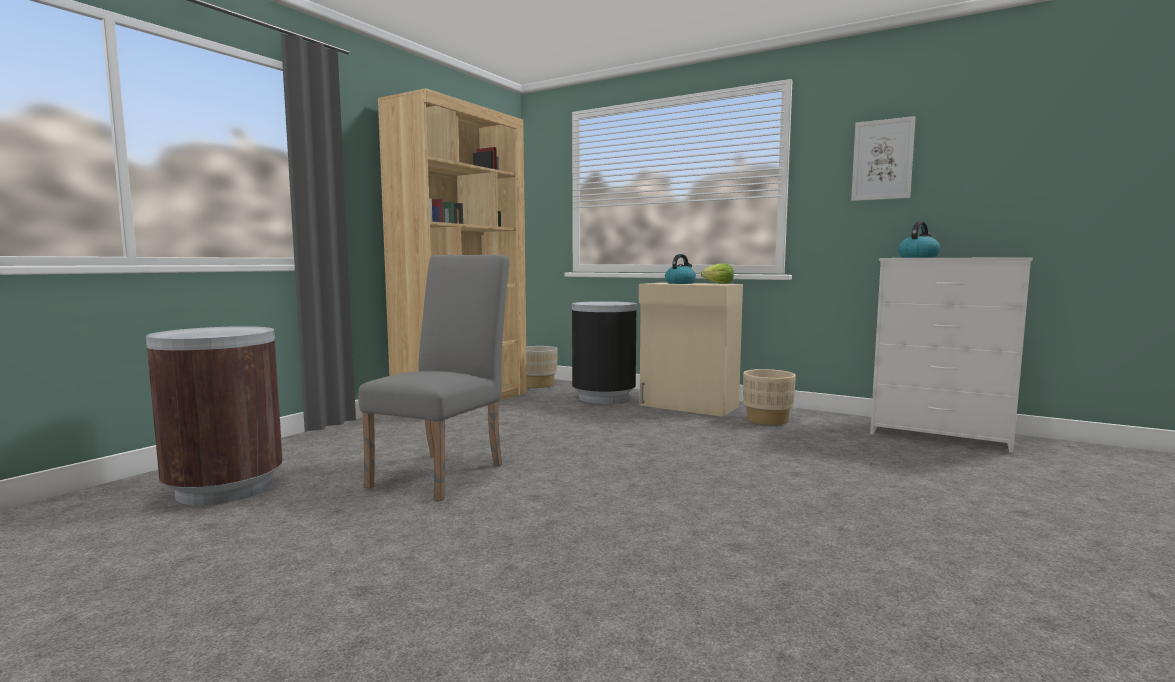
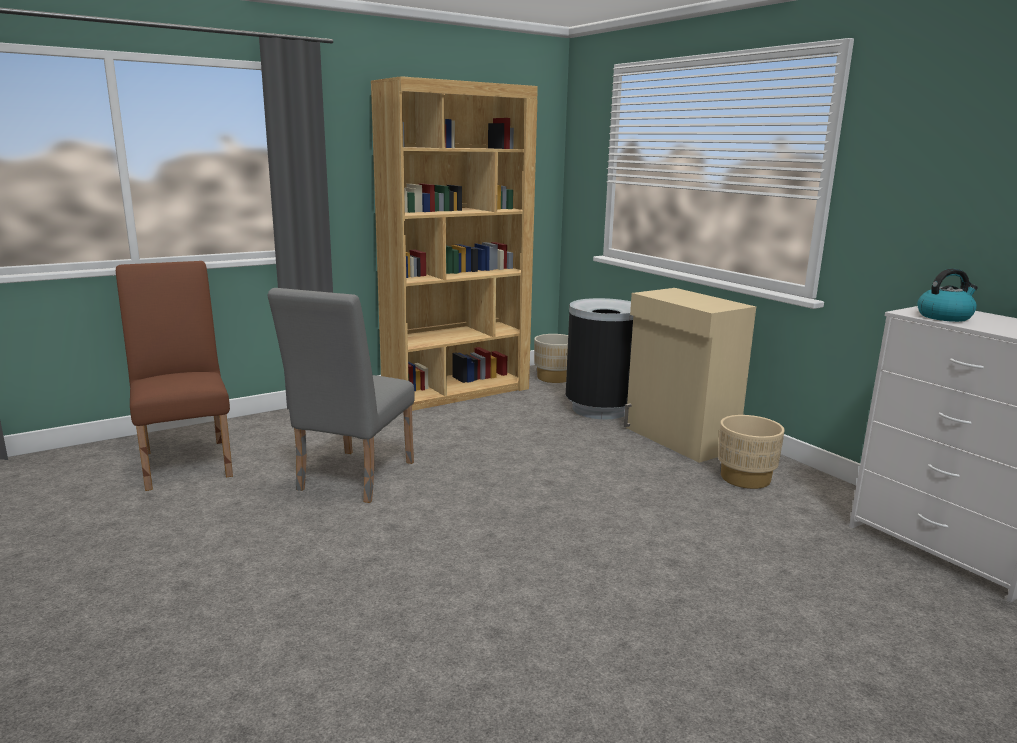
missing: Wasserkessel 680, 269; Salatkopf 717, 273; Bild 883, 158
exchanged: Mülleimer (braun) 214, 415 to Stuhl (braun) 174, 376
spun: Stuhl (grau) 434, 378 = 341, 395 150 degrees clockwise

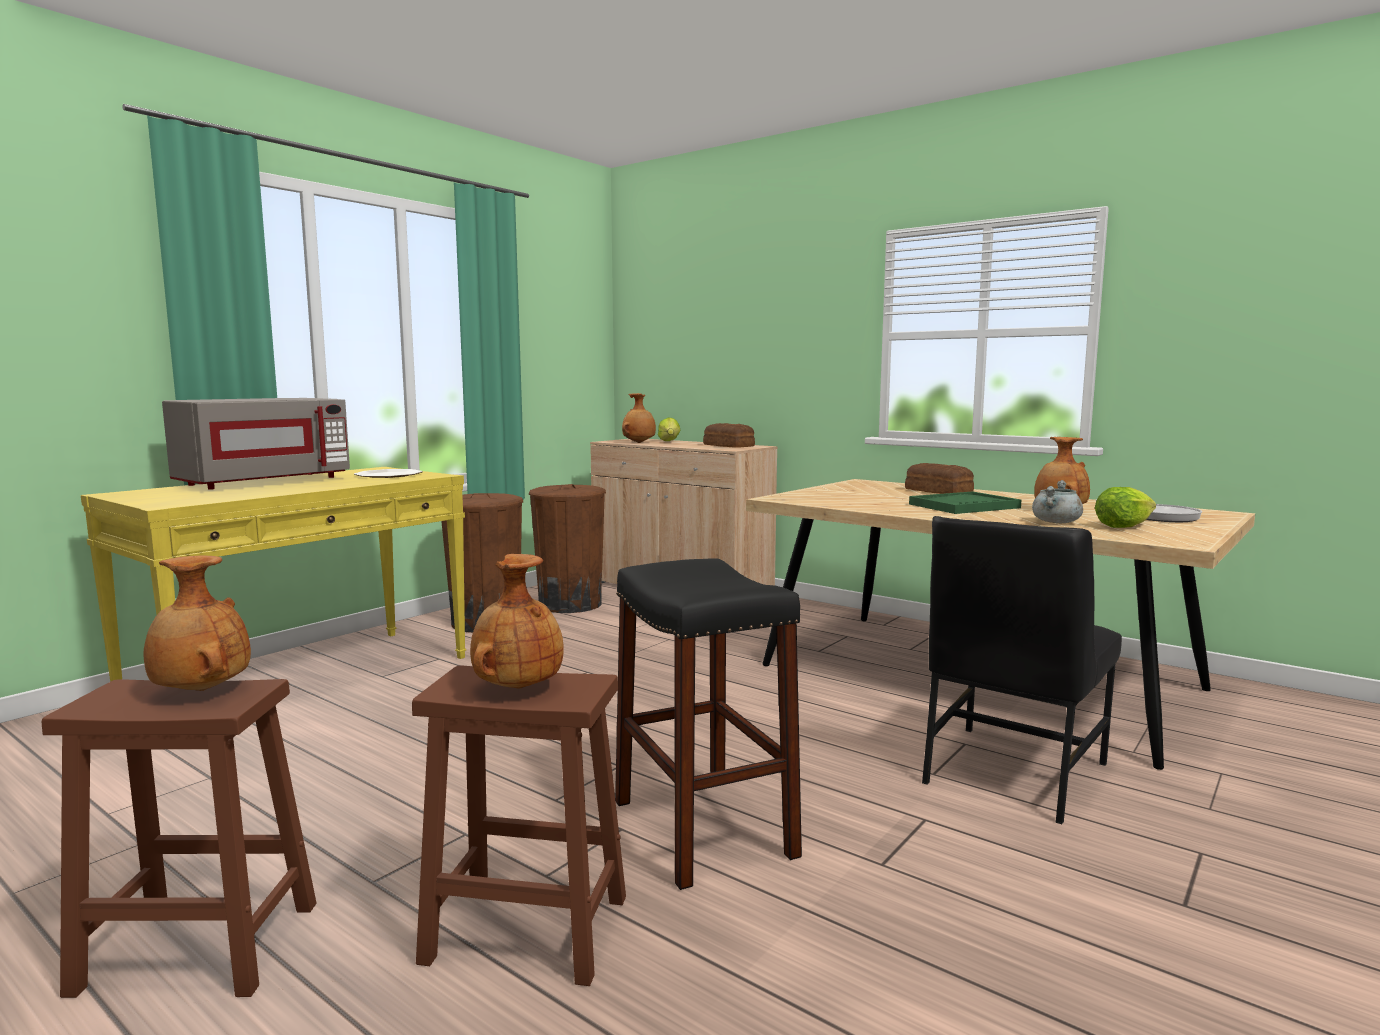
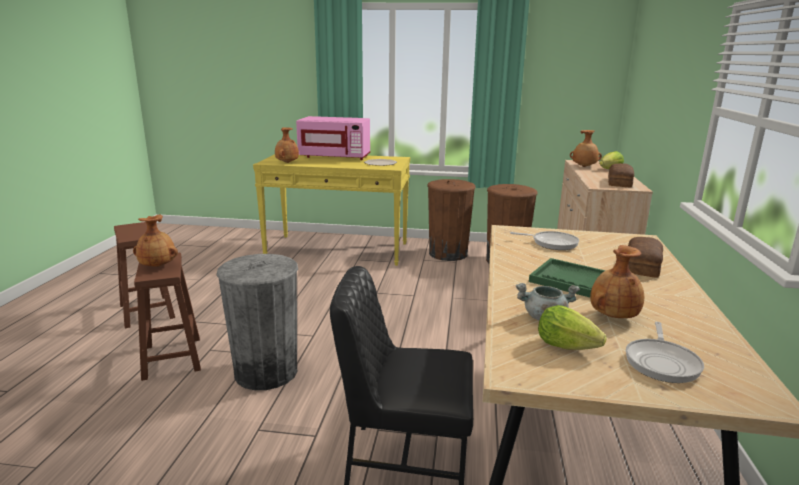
appeared: Pfanne 544, 240
relocated: Vase (braun) 197, 623 to 287, 145
exchanged: Hocker (schwarz) 708, 724 to Mülleimer (grau) 257, 322
colour: Mikrowelle (grau) 256, 444 to Mikrowelle (rosa) 333, 138

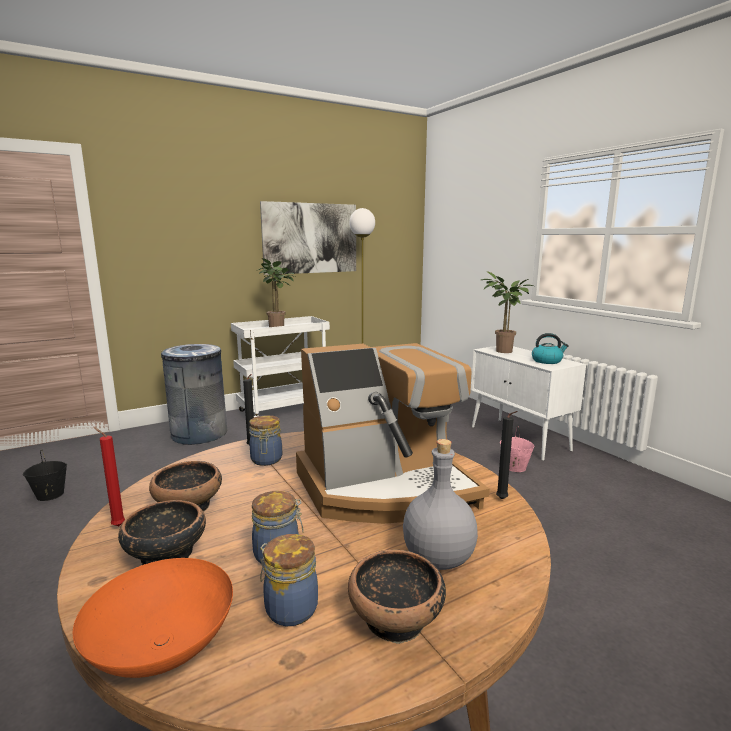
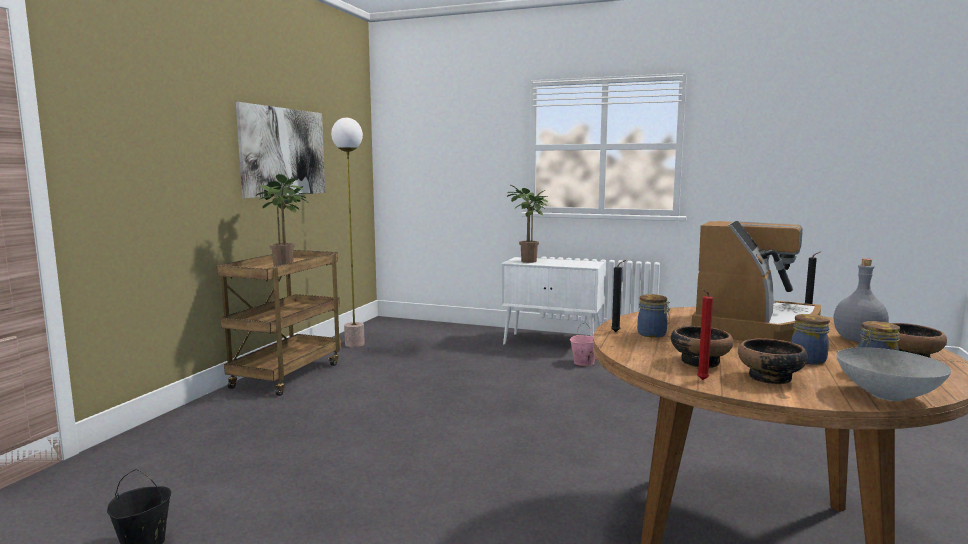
missing: Mülleimer (grau) 194, 394; Wasserkessel 550, 348
colour: Schüssel (orange) 153, 618 to Schüssel (grau) 893, 374; Rollwagen (weiß) 280, 366 to Rollwagen (braun) 279, 323

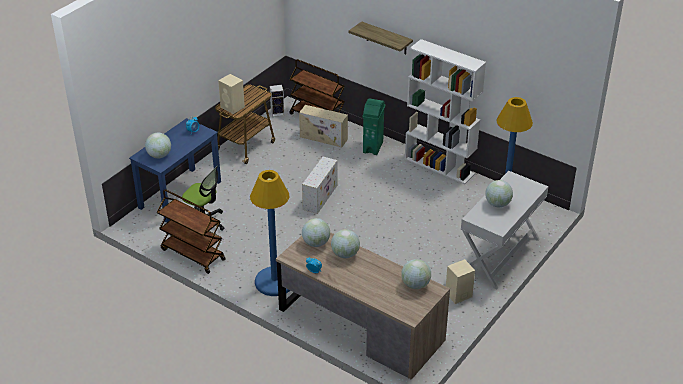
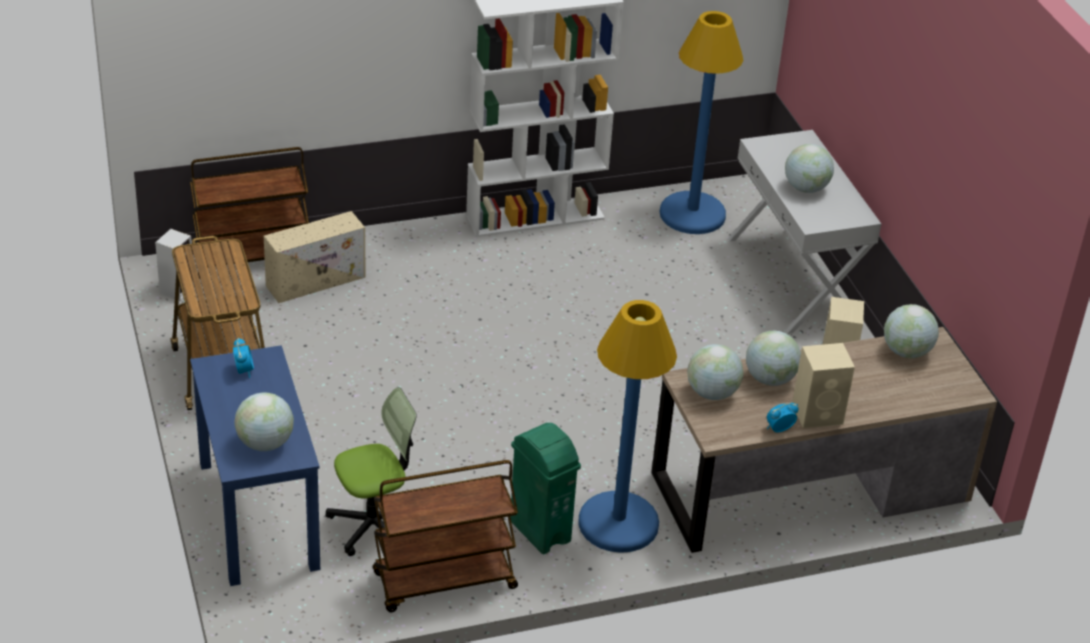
missing: Aufbewahrungsbox (weiß) 319, 185; Wandregal 381, 37
relocated: Lautsprecher (beige) 231, 94 to 823, 385; Mülleimer (grün) 373, 126 to 545, 488

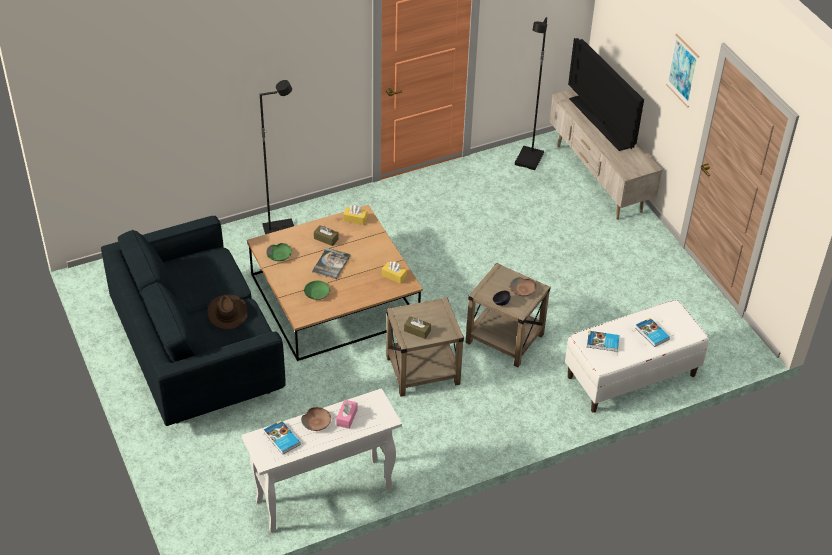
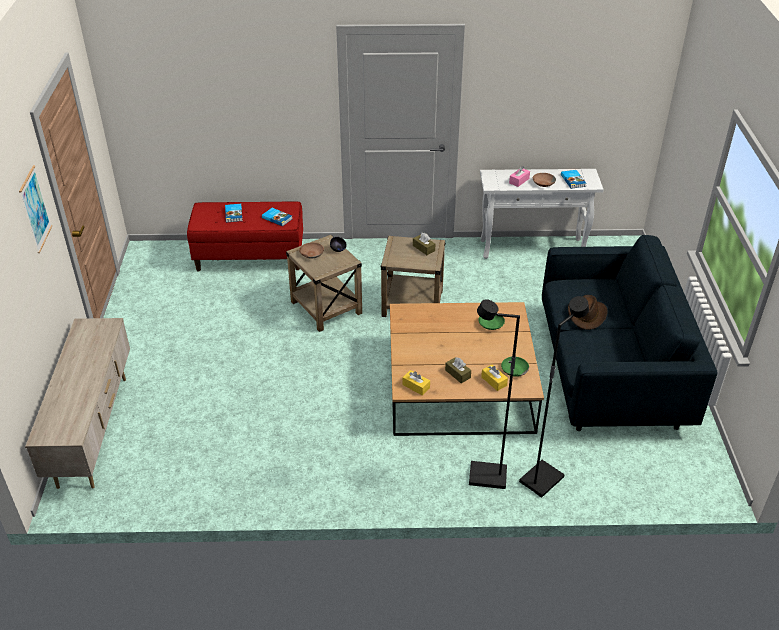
missing: Buch 331, 263; Fernseher 606, 94
relocated: Taschentuchbox (gelb) 394, 273 to 494, 377; Stehlampe (schwarz) 531, 93 to 554, 397
colour: Bank (weiß) 637, 356 to Bank (rot) 245, 236

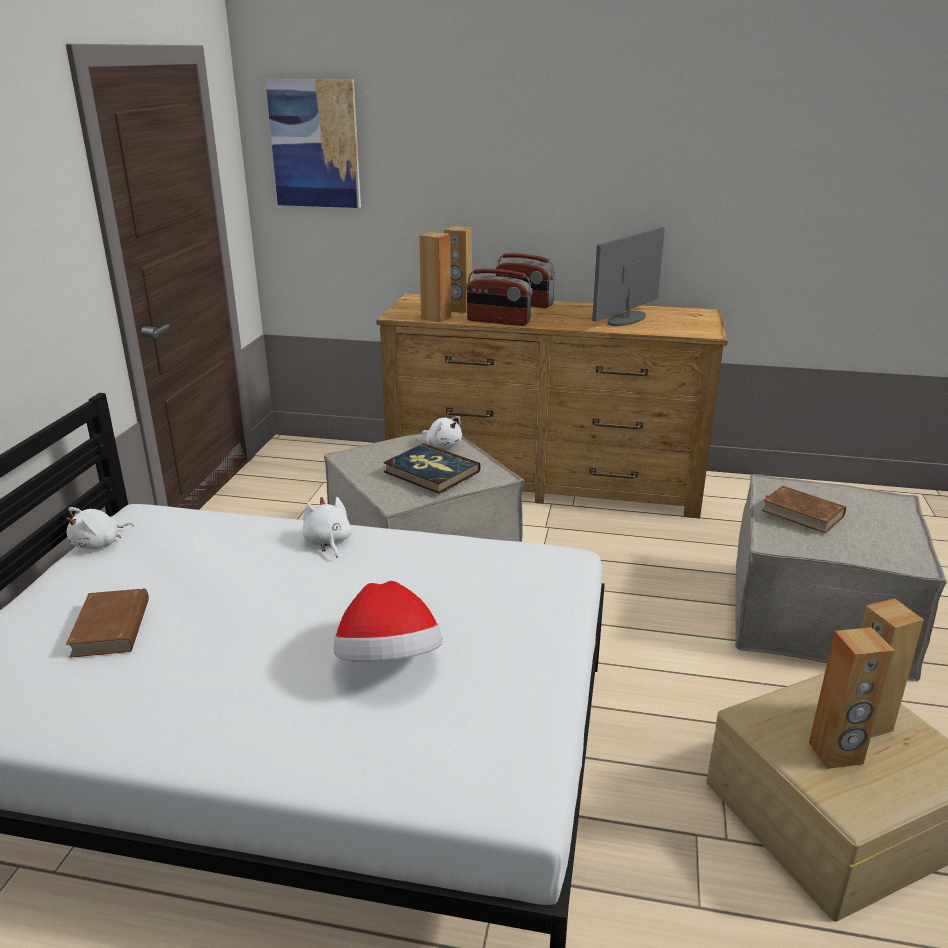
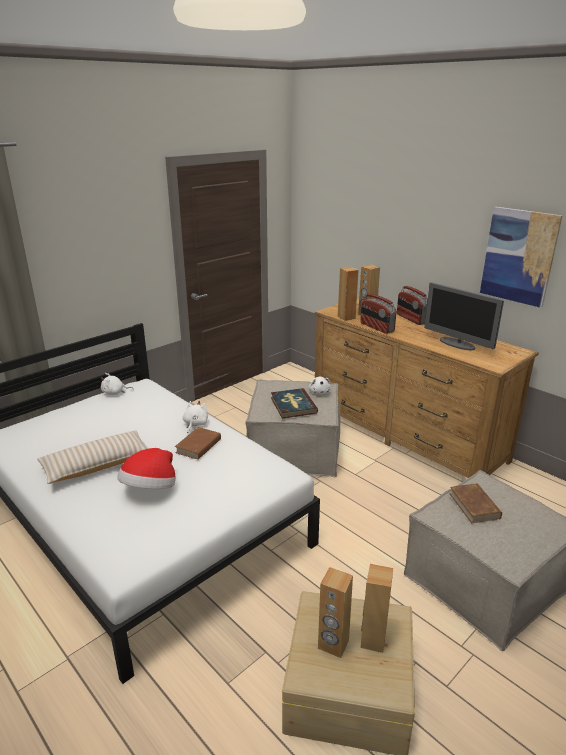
appeared: Kissen (beige) 93, 457
relocated: Buch (braun) 107, 623 to 198, 443; Bild 313, 143 to 521, 257
spun: Monitor 628, 276 = 464, 316 120 degrees counterclockwise

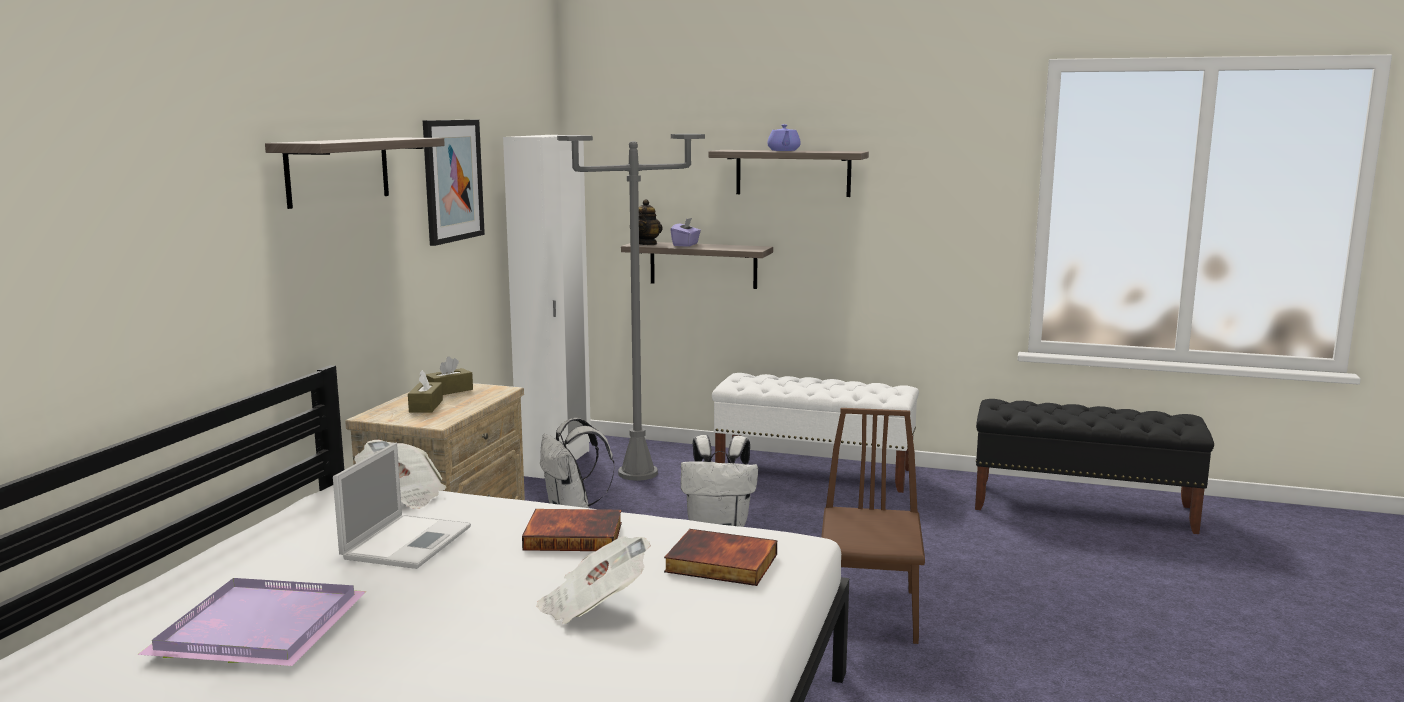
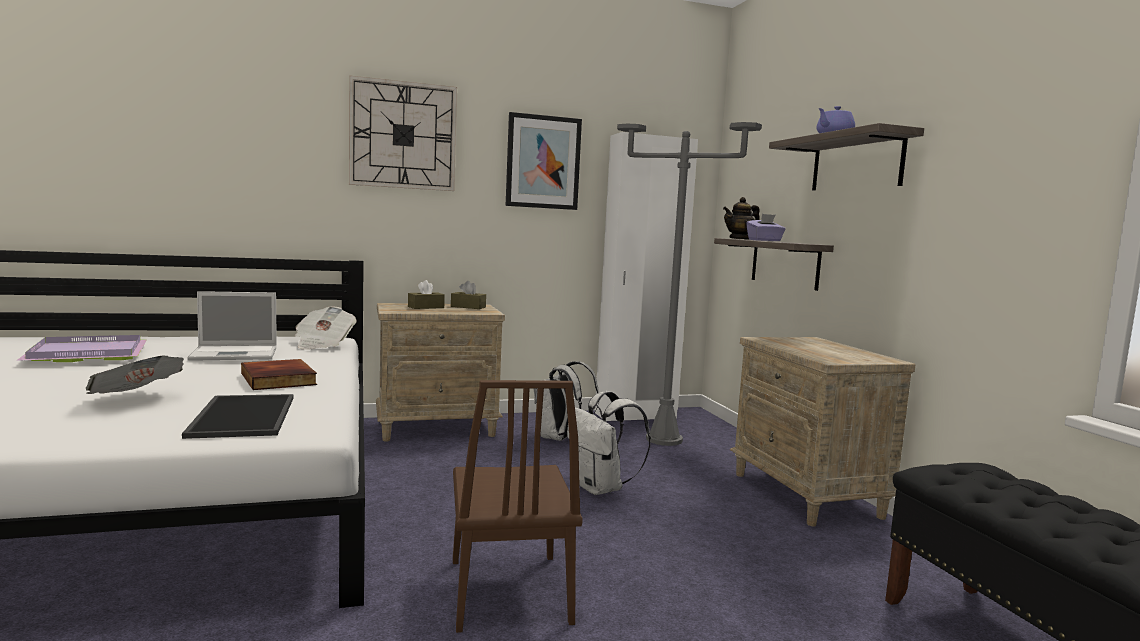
exchanged: Wandregal 355, 173 to Wanduhr 403, 133; Buch 720, 557 to Tablett 238, 416; Bank (weiß) 815, 433 to Nachttisch (beige) 822, 432
spun: Stuhl (braun) 873, 526 = 518, 506 105 degrees clockwise

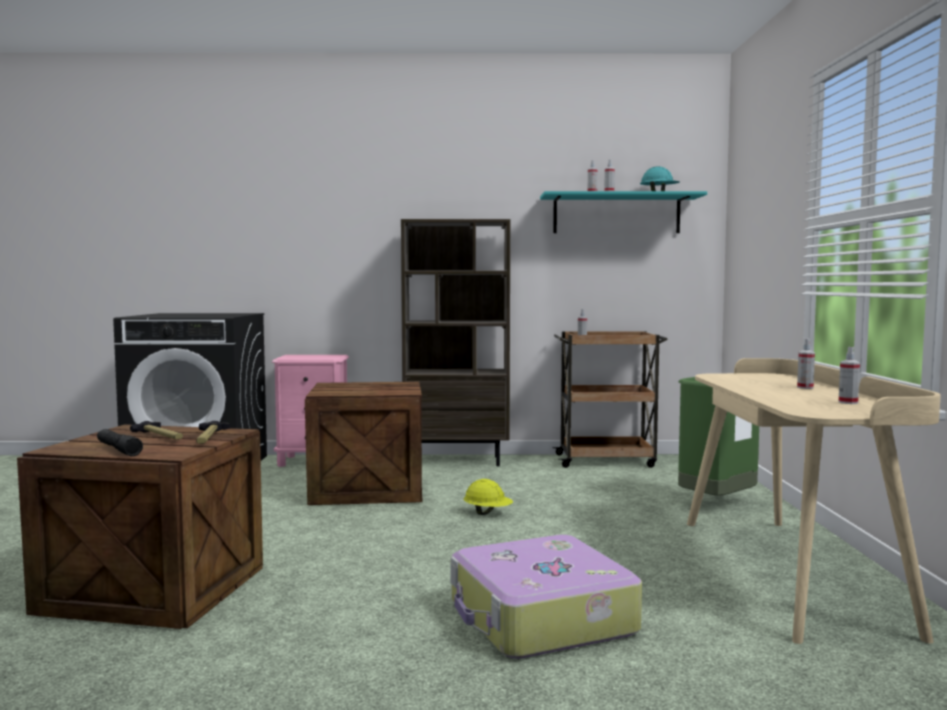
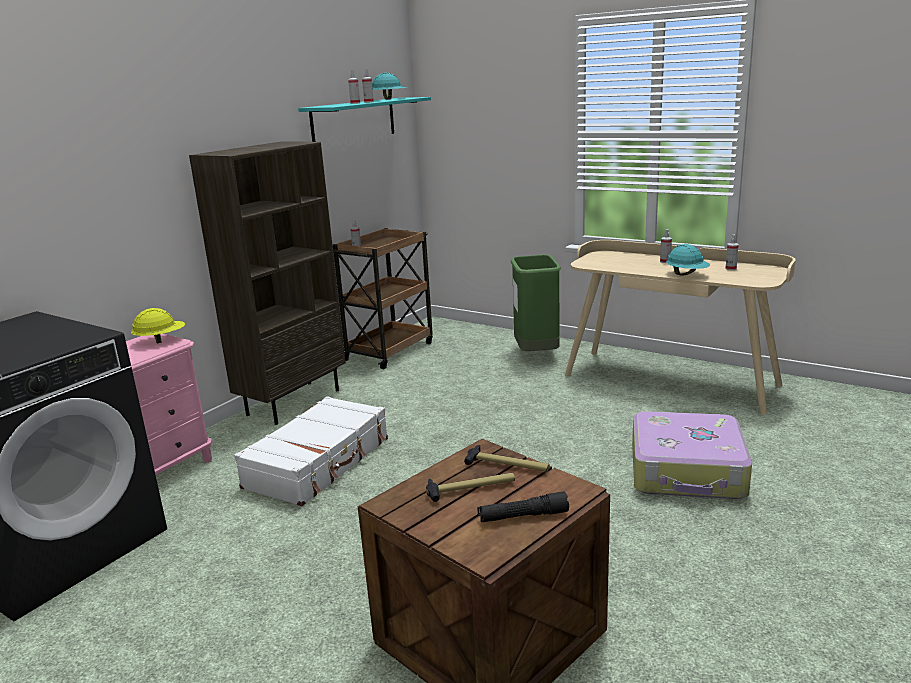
appeared: Schutzhelm (türkis) 688, 259
relocated: Schutzhelm (gelb) 488, 497 to 158, 325
exchanged: Kiste 364, 443 to Koffer (weiß) 311, 451

